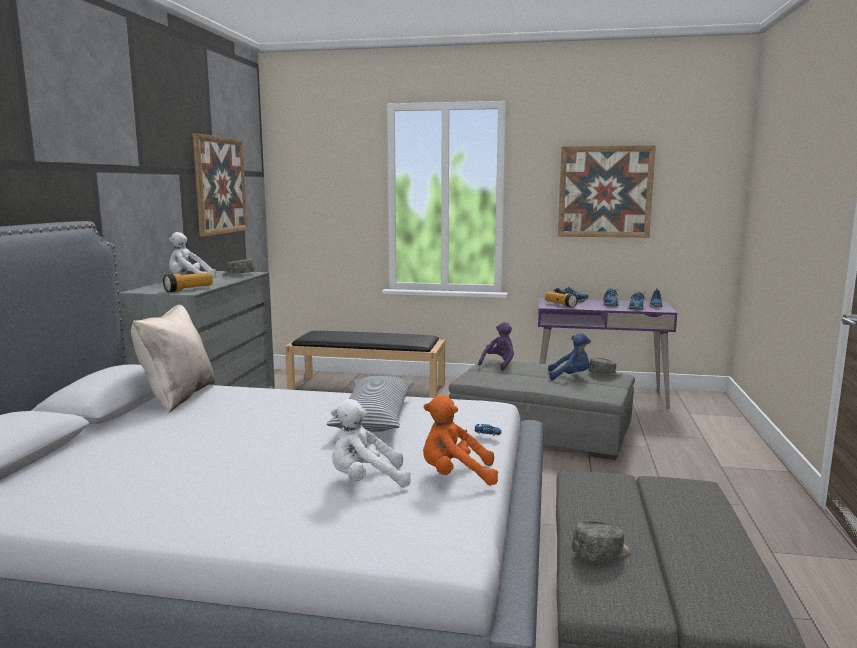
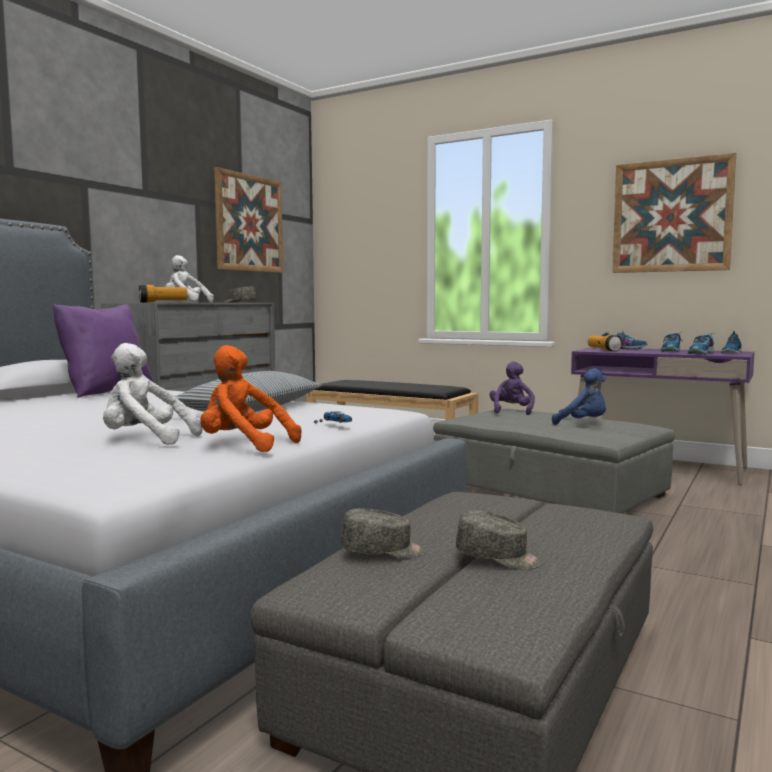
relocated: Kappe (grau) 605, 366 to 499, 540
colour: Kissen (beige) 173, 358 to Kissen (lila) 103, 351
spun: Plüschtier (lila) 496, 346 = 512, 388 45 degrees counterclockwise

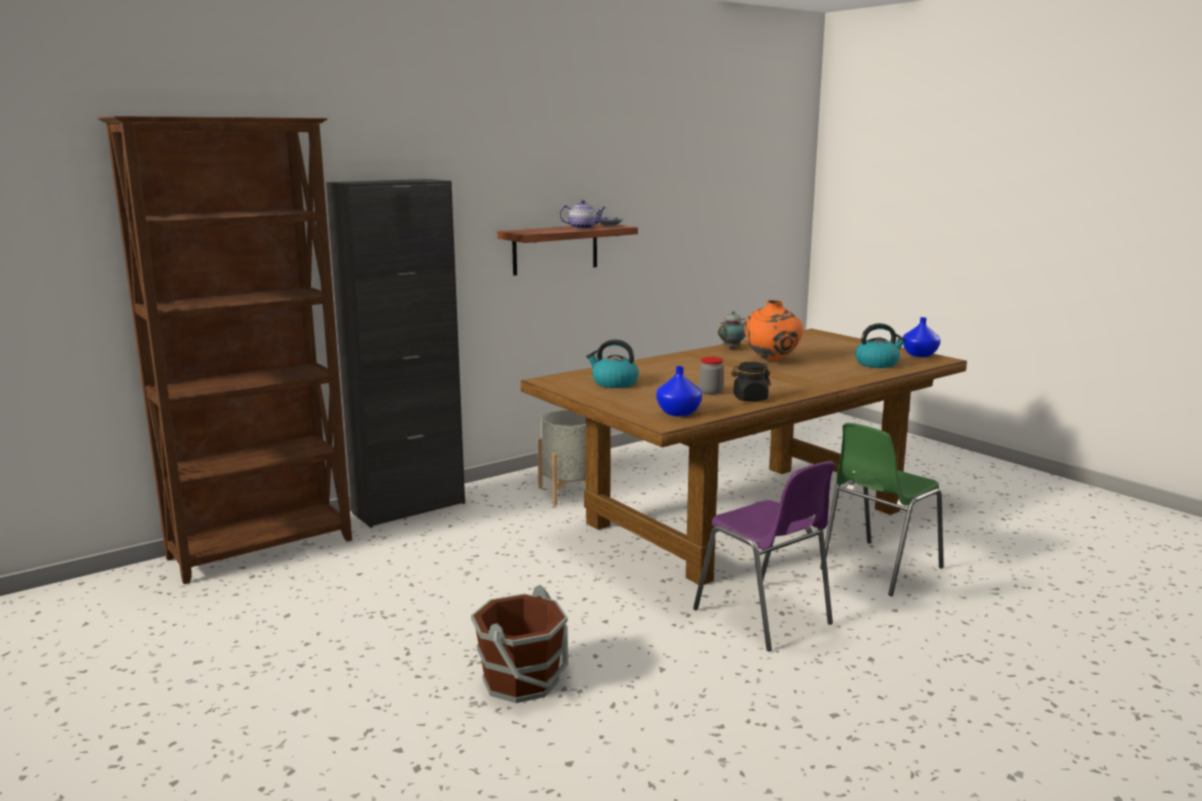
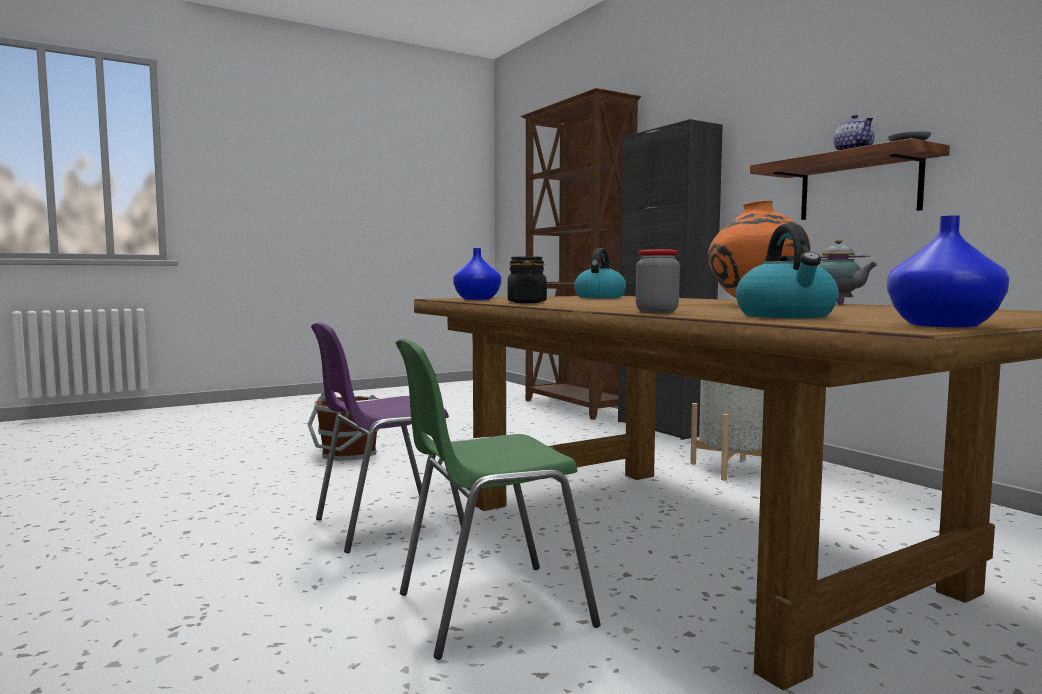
relocated: Vorratsglas 711, 376 to 658, 281
spun: Stuhl (grün) 882, 509 = 498, 499 75 degrees counterclockwise

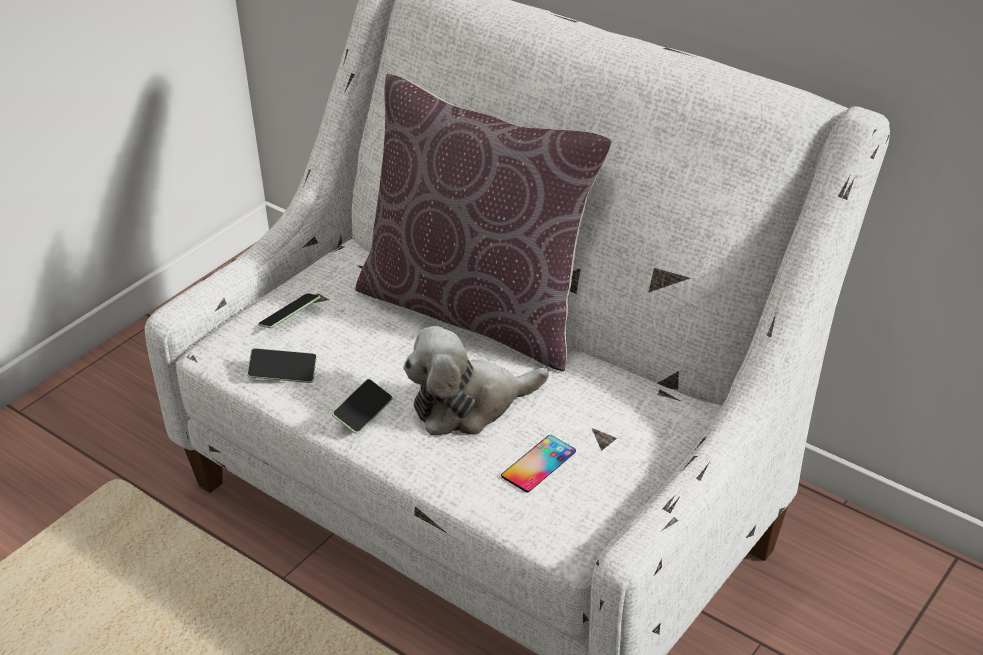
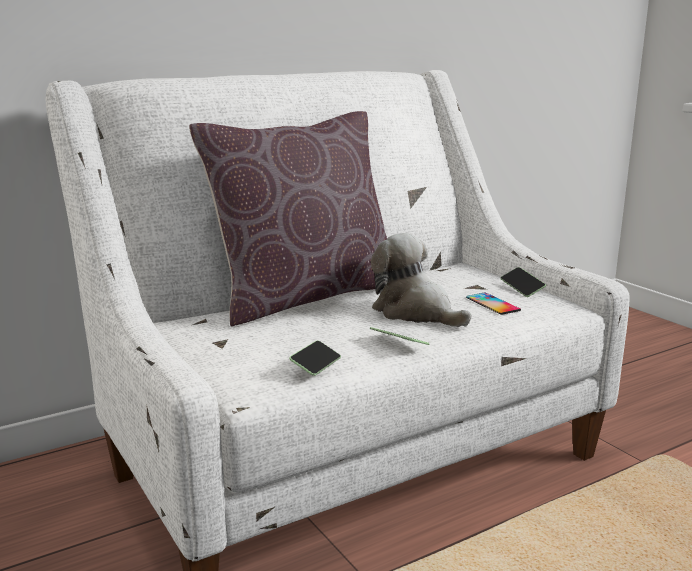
relocated: Handy 289, 310 to 523, 282
spun: Plüschtier 476, 381 = 421, 280 135 degrees clockwise

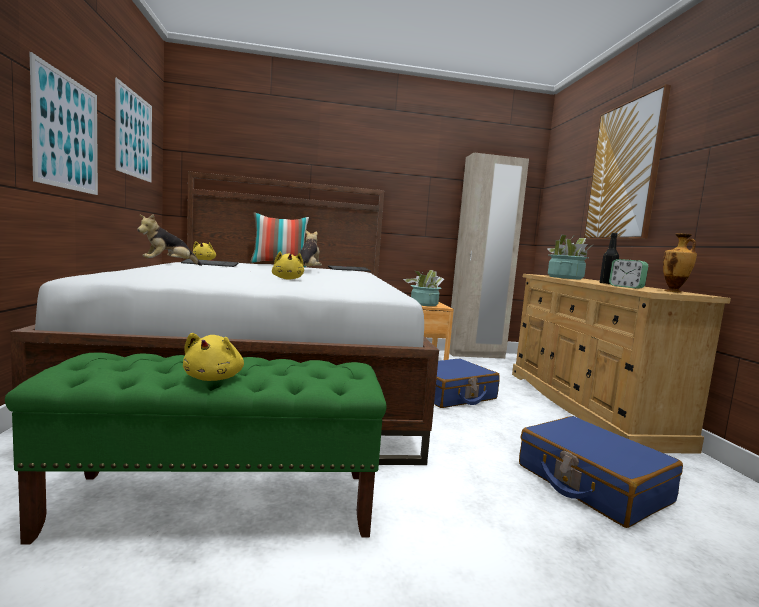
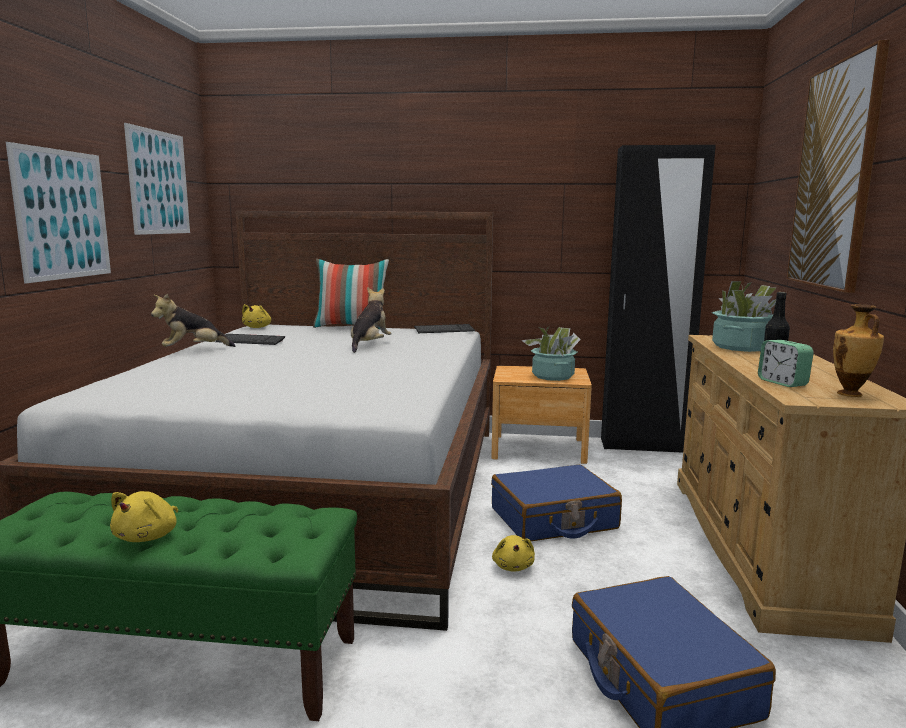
relocated: Plüschtier (gelb) 288, 265 to 513, 553
colour: Kleiderschrank (beige) 489, 256 to Kleiderschrank (schwarz) 658, 299

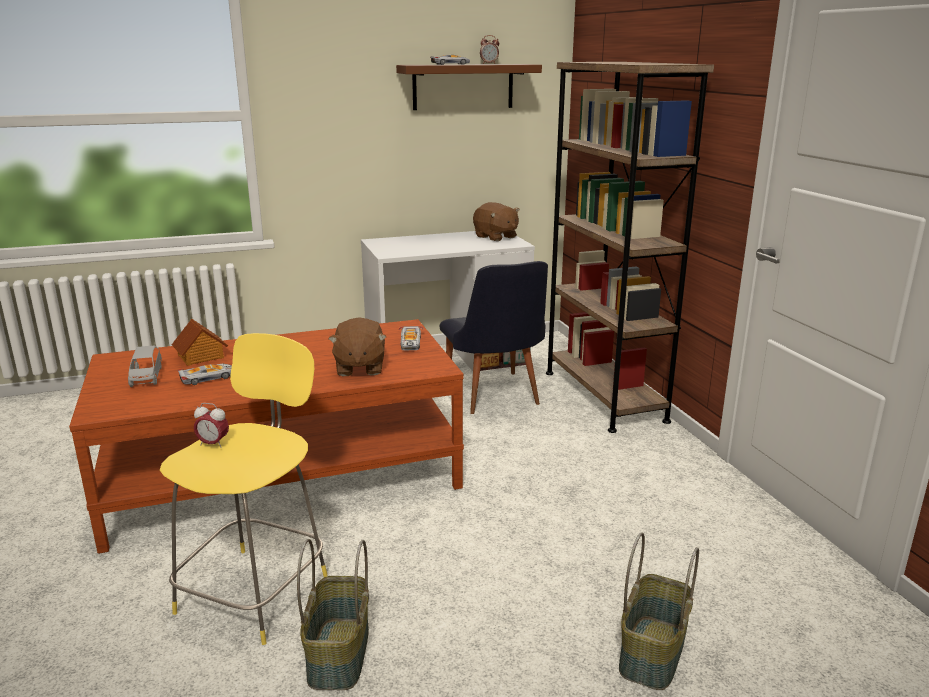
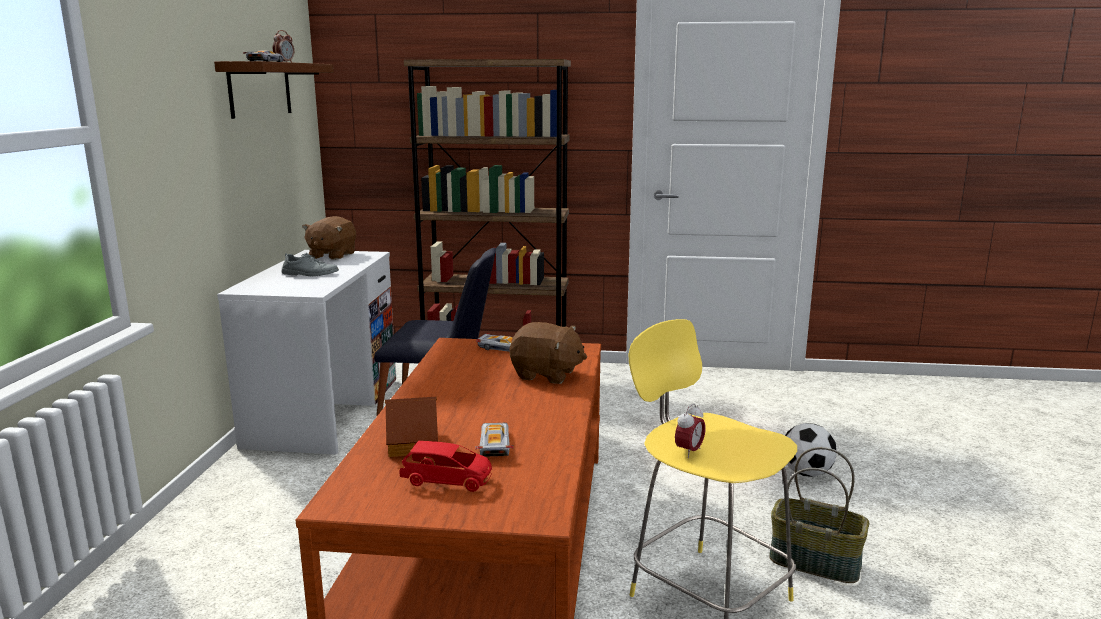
missing: Korb 659, 611
appeared: Schuh (grau) 310, 265; Fußball 811, 450
colour: Spielzeugauto (grau) 145, 366 to Spielzeugauto (rot) 445, 466
spun: Plüschtier (braun) 496, 221 = 329, 238 120 degrees clockwise

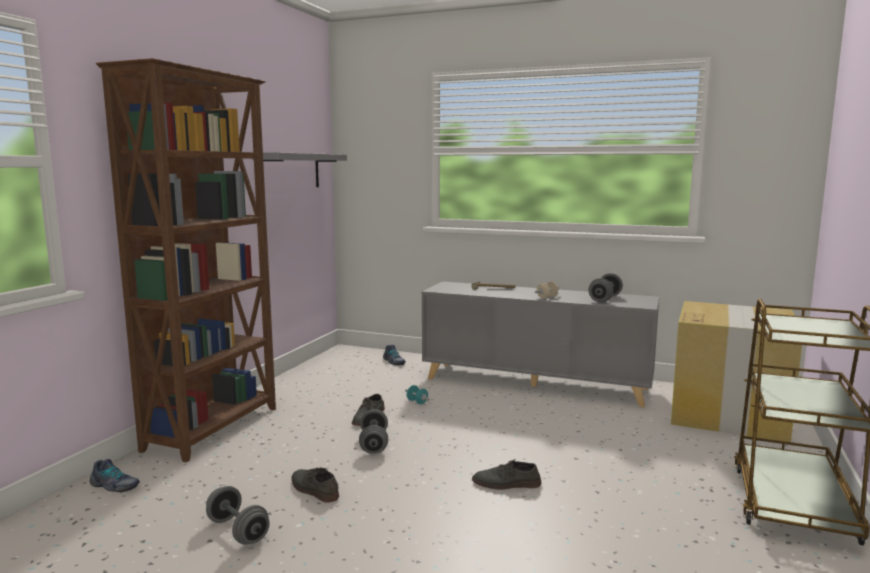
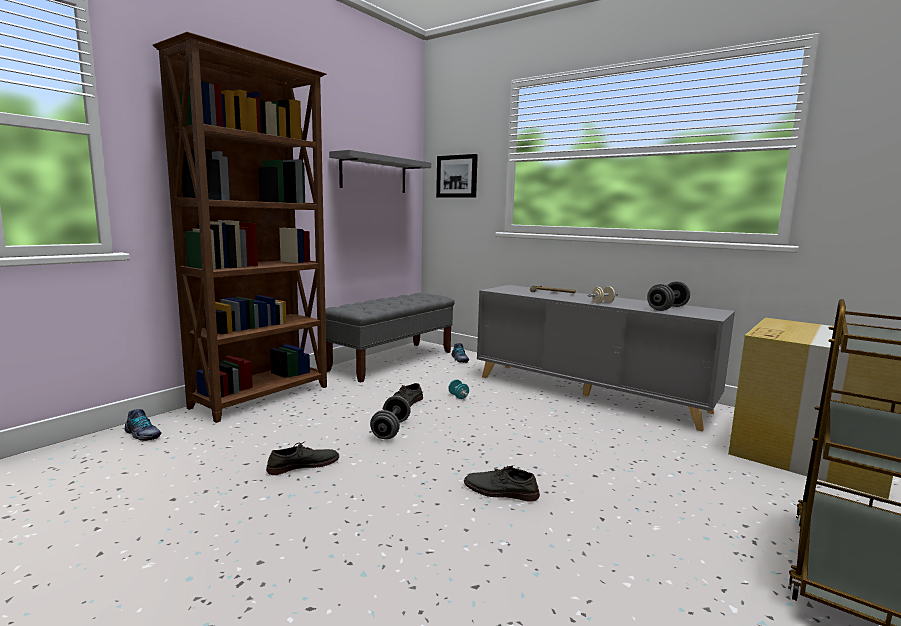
missing: Hantel (grau) 238, 515
appeared: Bank (grau) 390, 337; Bild 457, 176
spun: Schuh (grau) 315, 485 = 302, 458 90 degrees clockwise

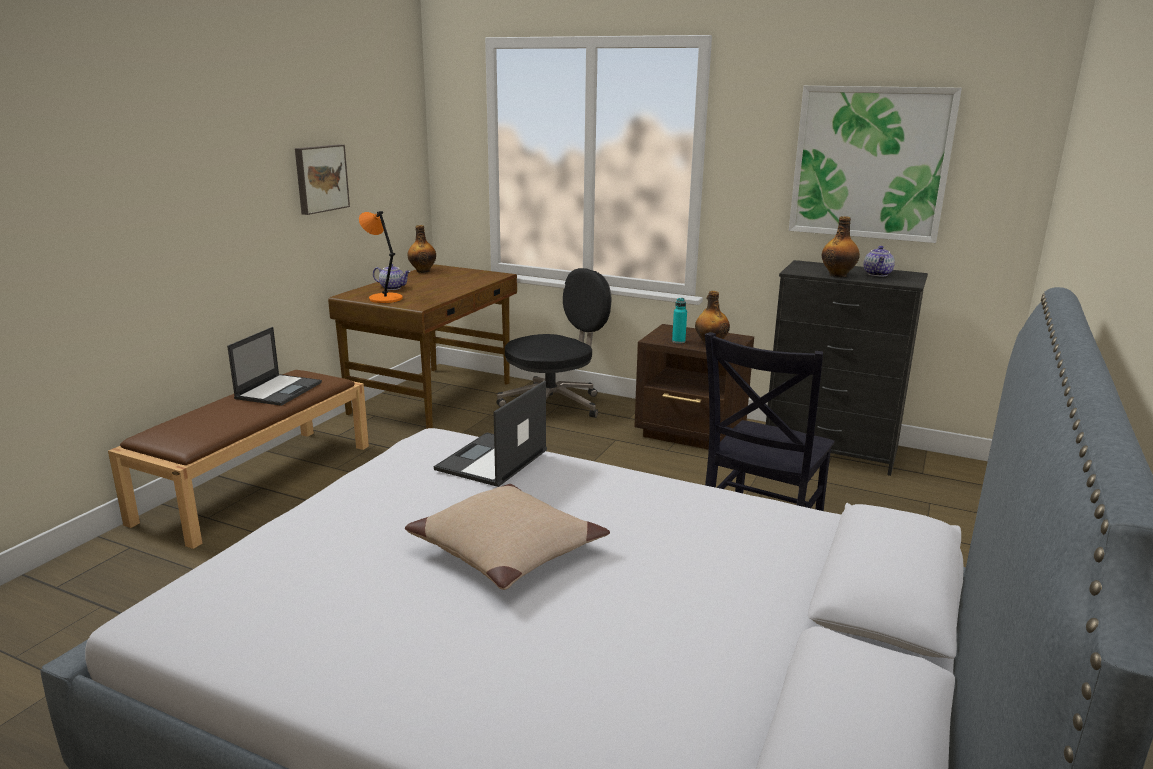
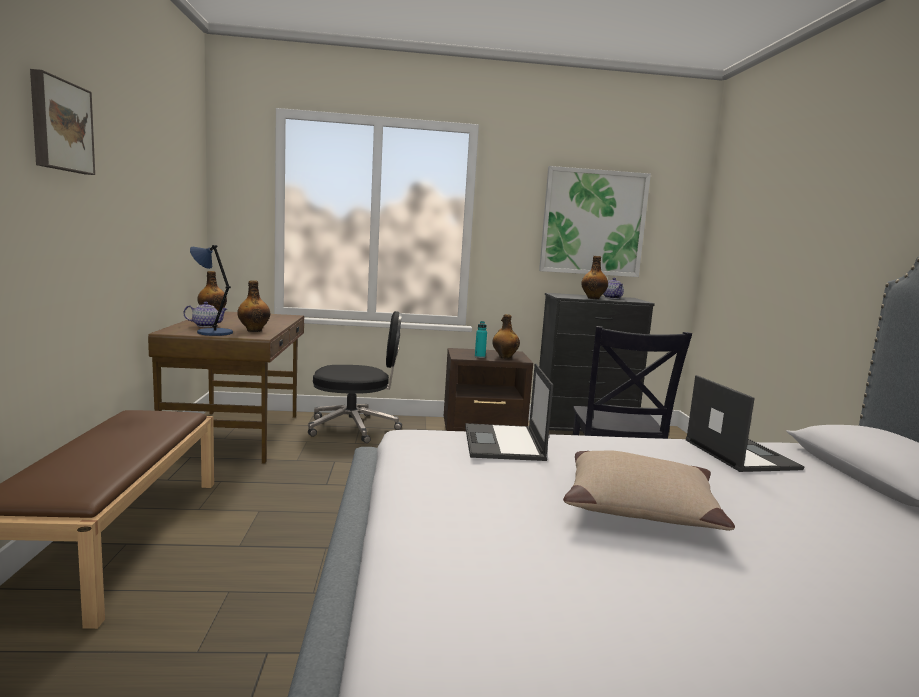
appeared: Flasche 253, 306
relocated: Laptop 274, 366 to 745, 423; Bild 322, 179 to 62, 122
colour: Tischlampe (orange) 381, 257 to Tischlampe (blau) 211, 290
spun: Bürostuhl (schwarz) 554, 343 = 355, 377 60 degrees clockwise

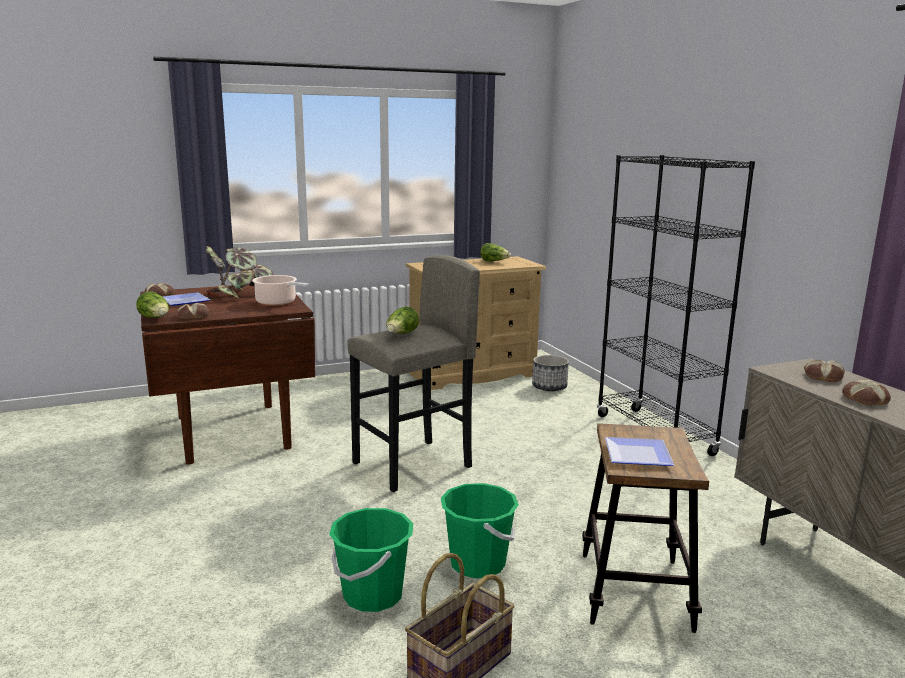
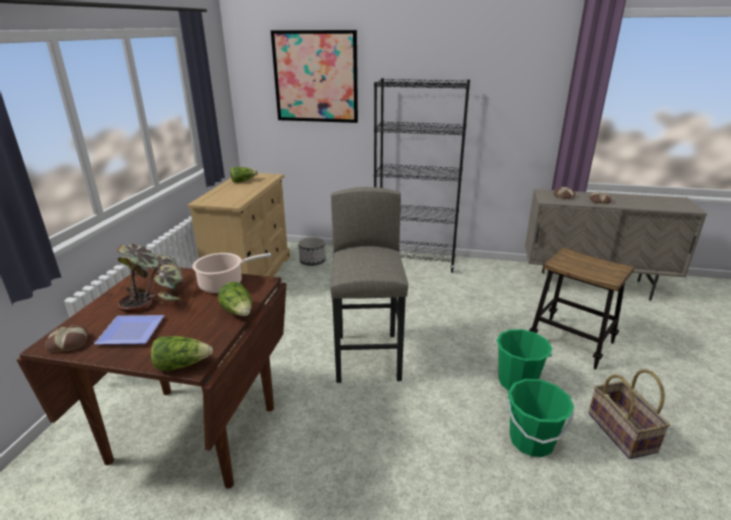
missing: Brot 193, 311; Teller 639, 451
appeared: Bild 314, 76
relocated: Salatkopf 402, 320 to 235, 299

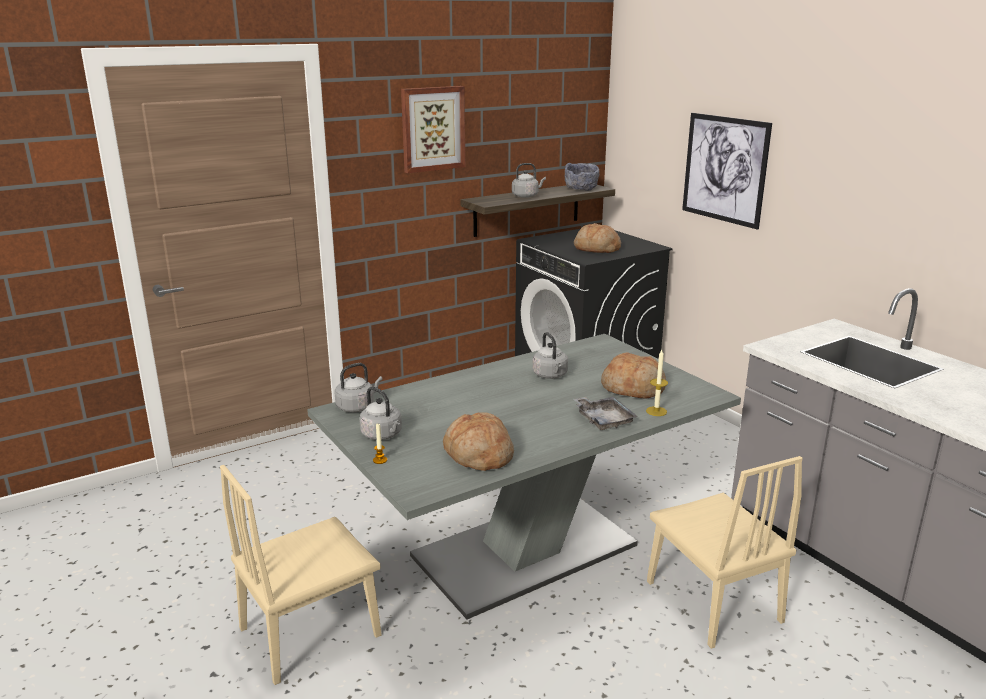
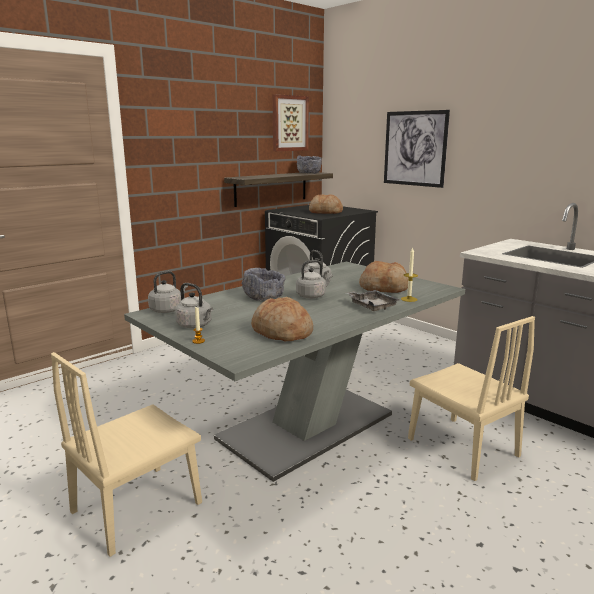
appeared: Schüssel (grau) 263, 284
relocated: Bild 433, 129 to 290, 122; Wasserkessel (grau) 529, 180 to 314, 279

